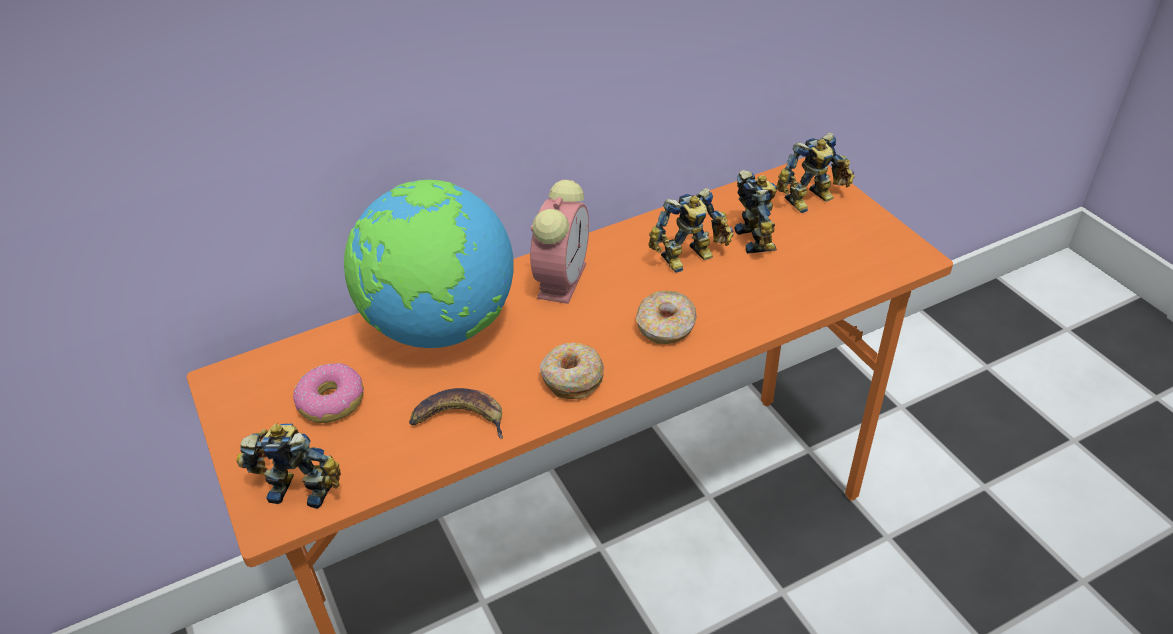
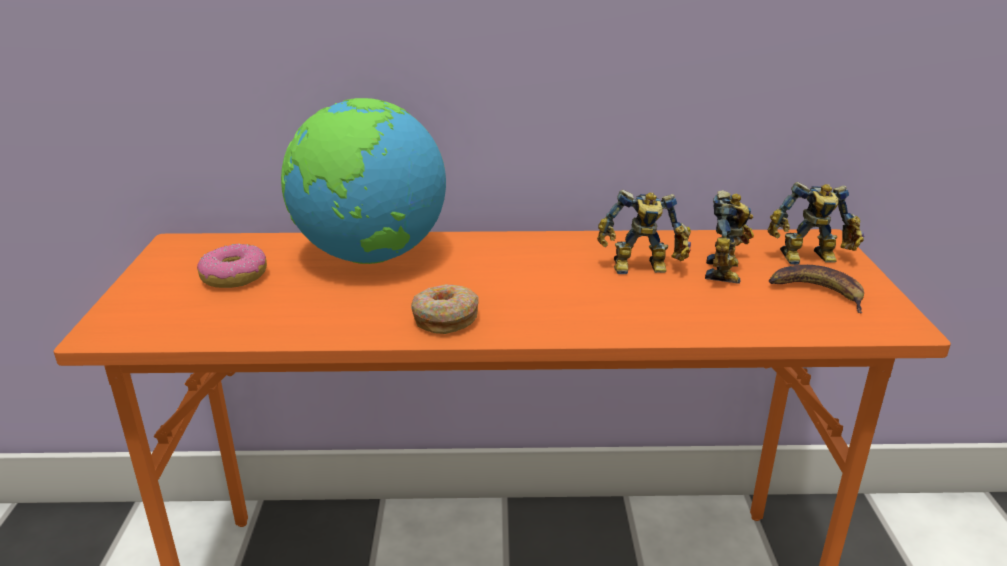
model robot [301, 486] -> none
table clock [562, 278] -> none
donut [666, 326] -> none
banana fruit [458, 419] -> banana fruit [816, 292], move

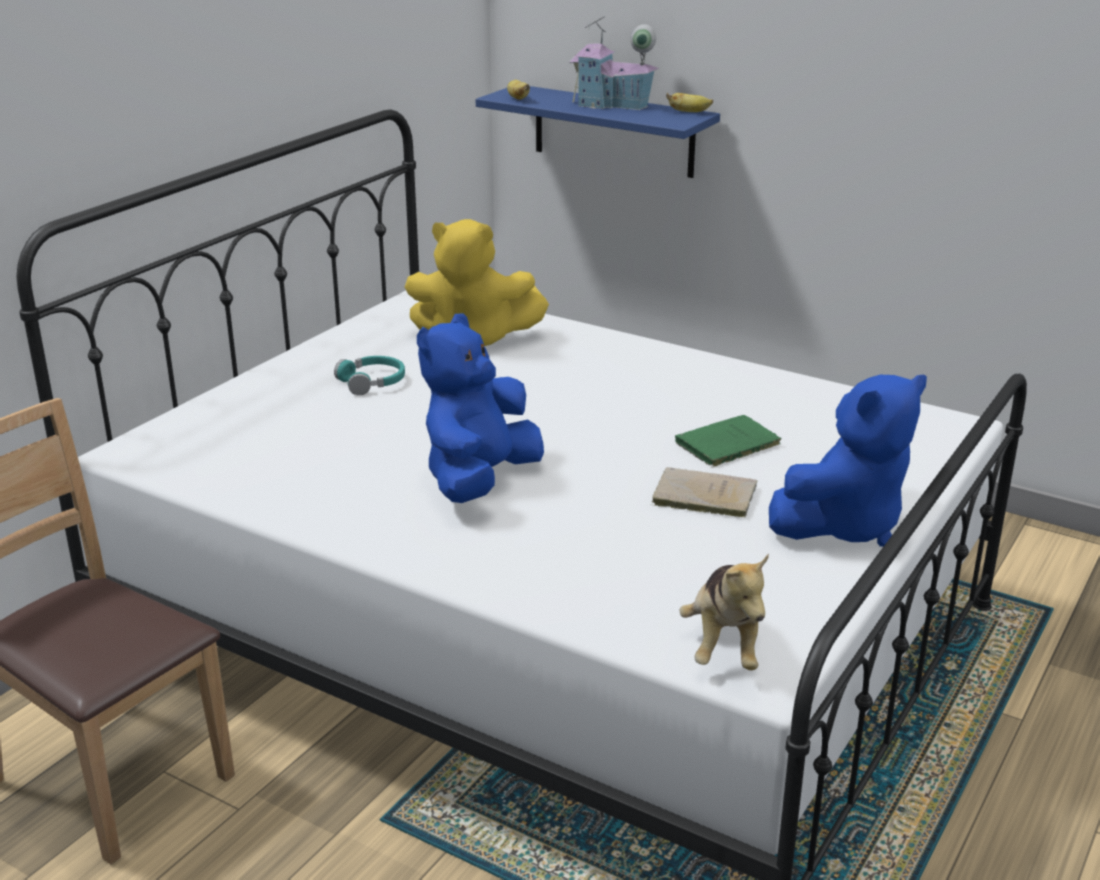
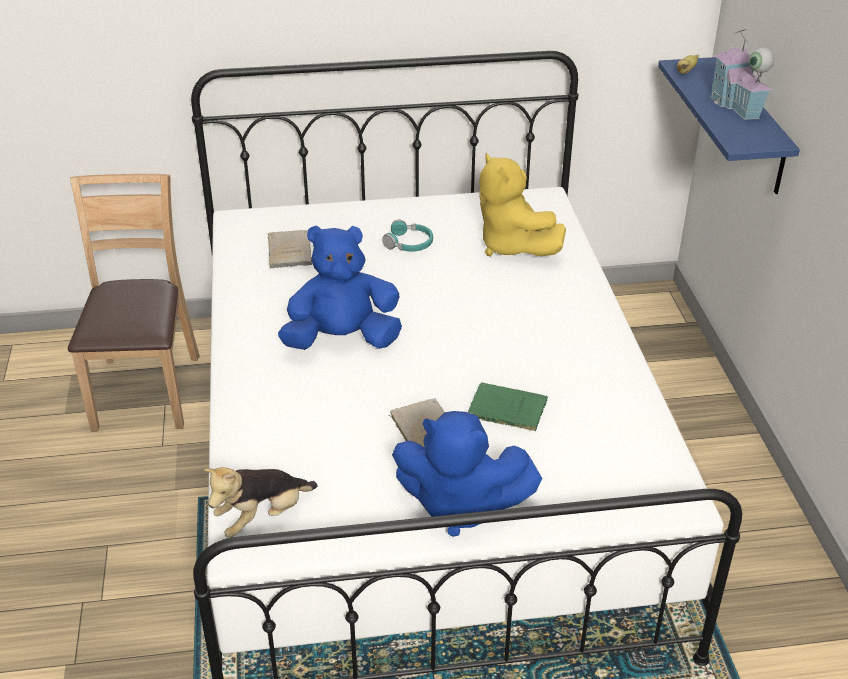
banana fruit [689, 112] -> none
none -> sand-coloured book [289, 250]

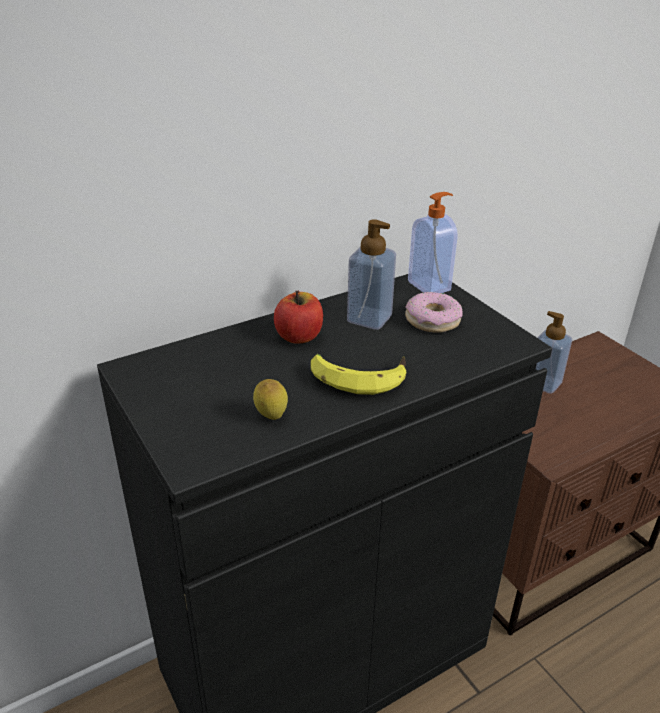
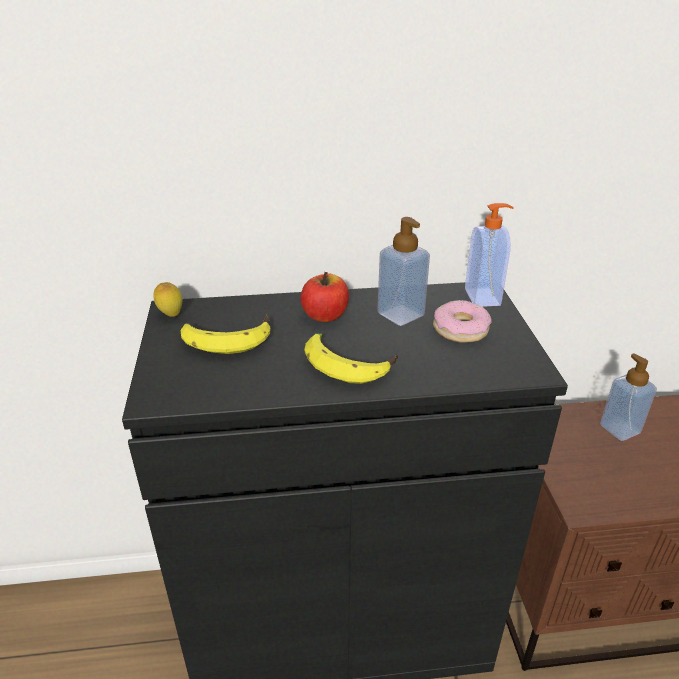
none -> banana fruit [227, 338]
whole lemon [271, 417] -> whole lemon [171, 315], move

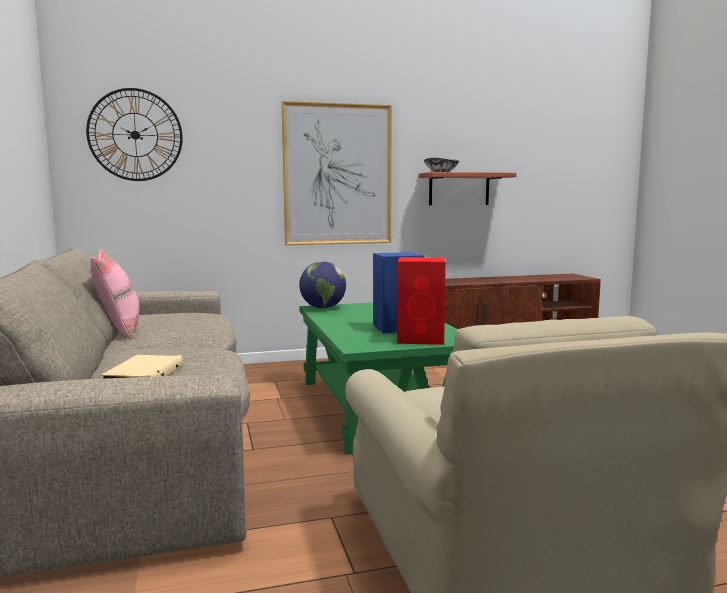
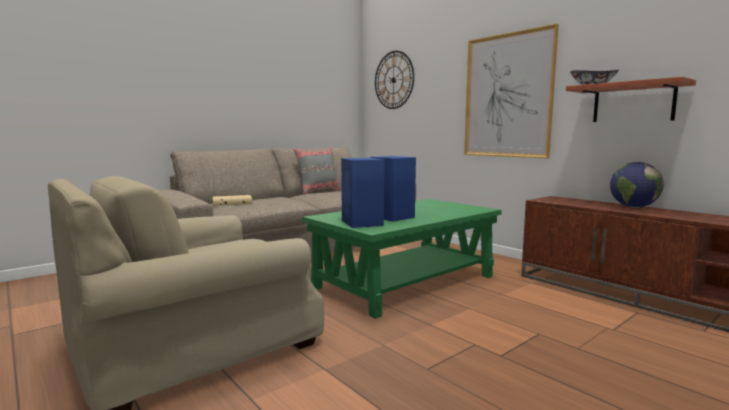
desk globe [323, 308] -> desk globe [633, 207], move
pink cushion [118, 330] -> gray cushion [318, 191]
reddish audio speaker [422, 339] -> blue audio speaker [362, 223]

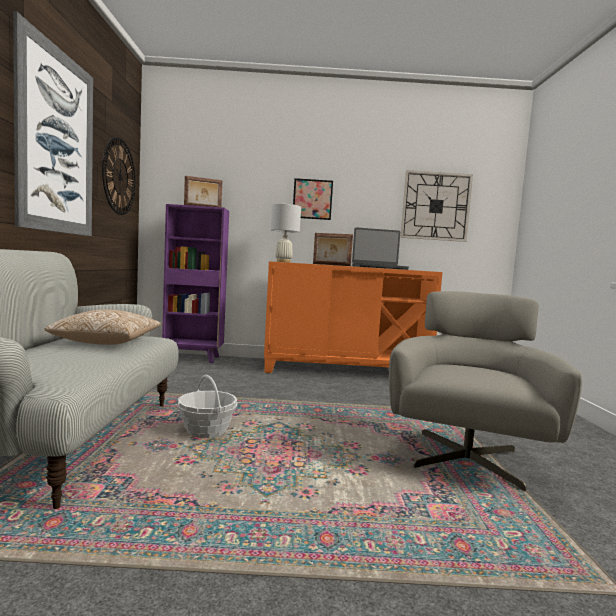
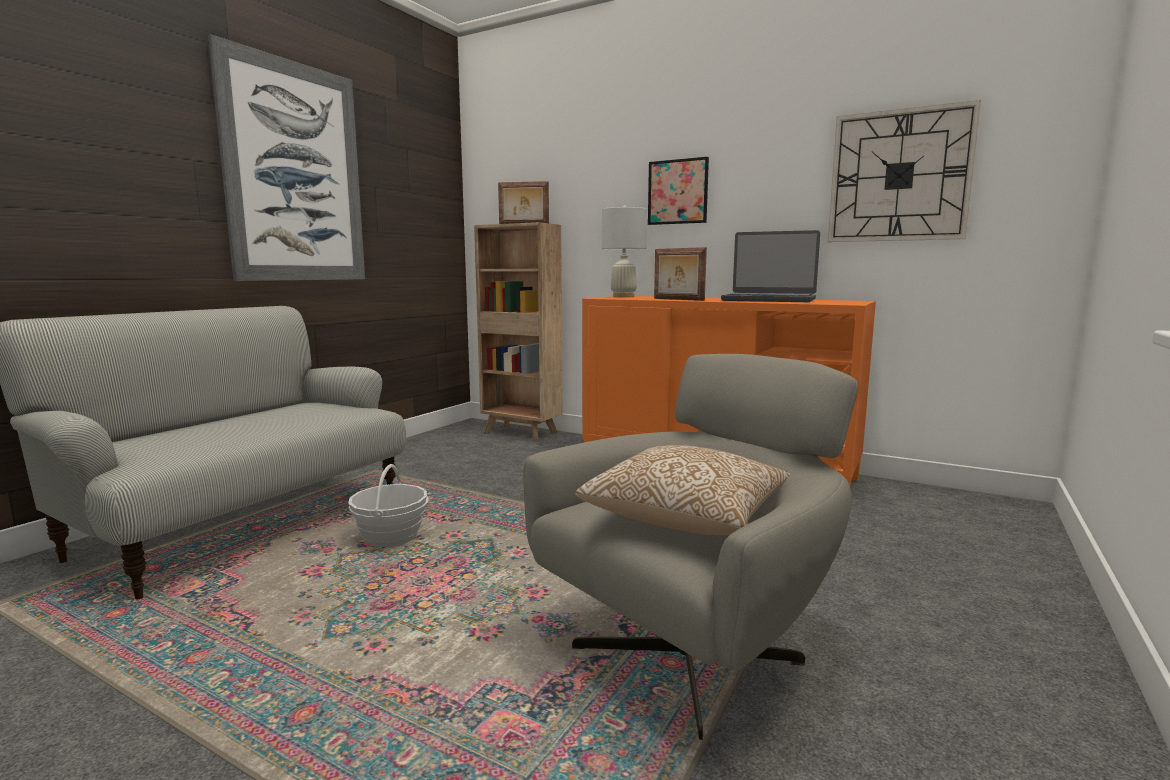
wall clock [119, 177] -> none
cushion [107, 342] -> cushion [687, 516], move
purplish bookshelf [193, 358] -> brown bookshelf [521, 433]

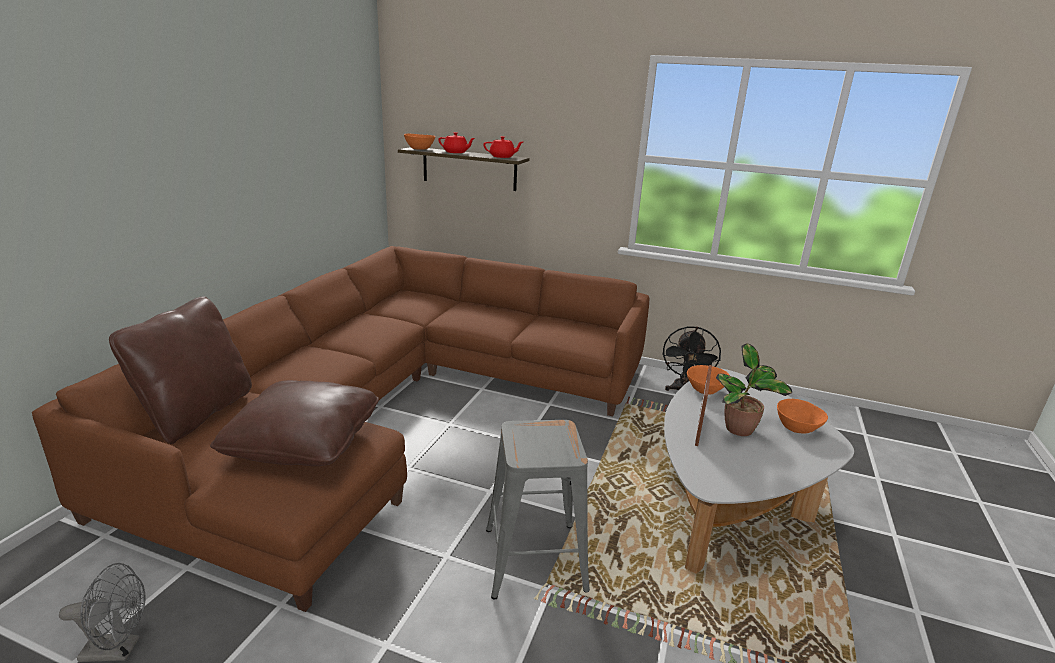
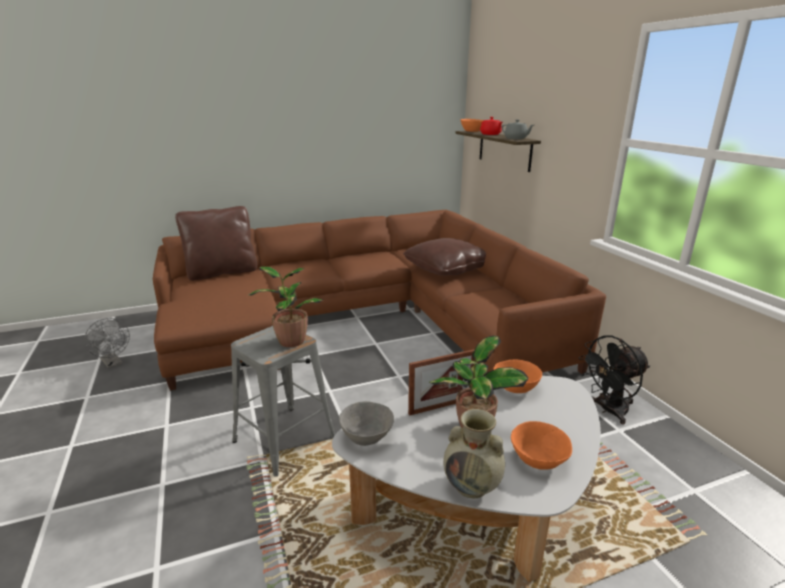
none -> houseplant [290, 341]
none -> gray serving bowl [367, 437]
none -> sand-coloured flower vase [472, 486]
brown cushion [304, 442] -> brown cushion [446, 269], move
reddish pot for tea [502, 157] -> gray pot for tea [516, 138]

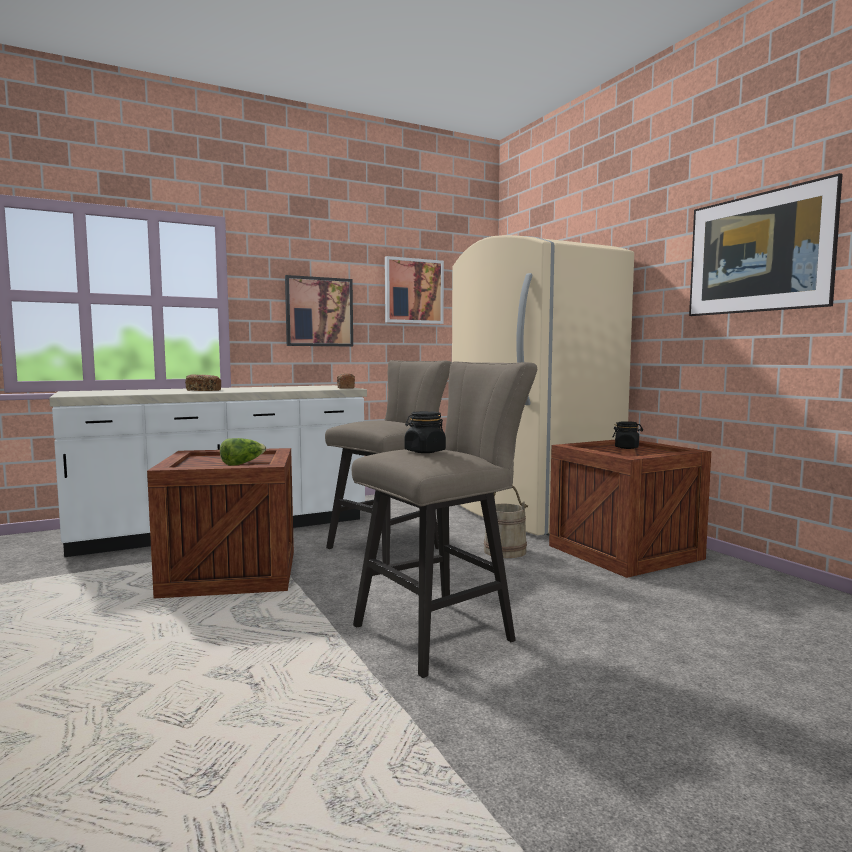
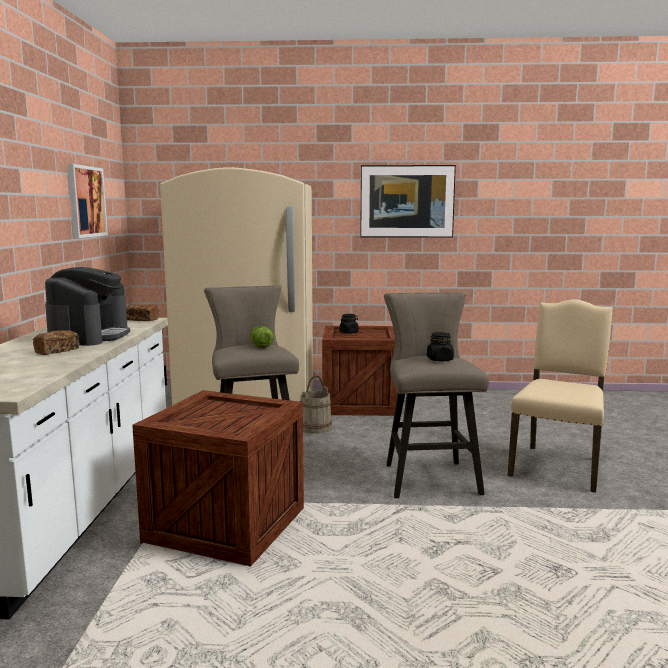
wall picture [319, 312] -> none
none -> coffee maker [90, 336]
none -> sand-coloured upright chair [557, 466]
lettuce head [242, 463] -> lettuce head [260, 345], move

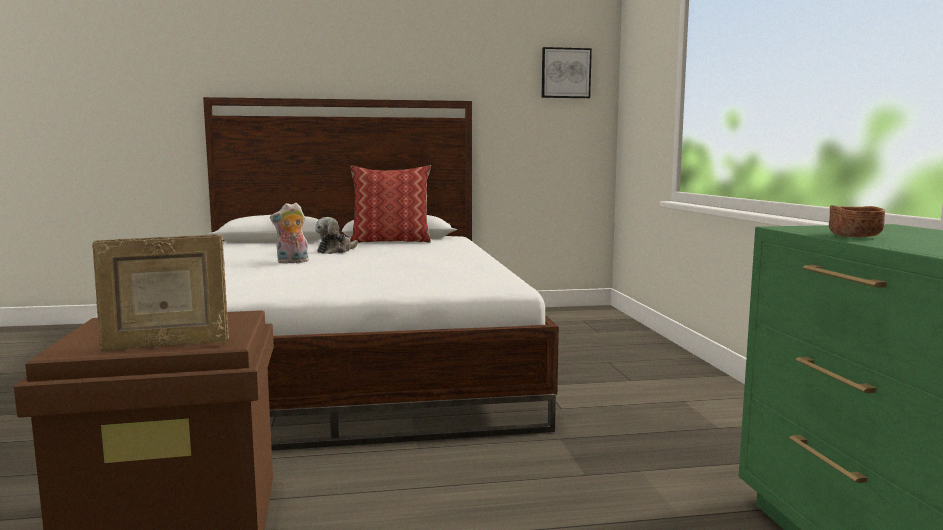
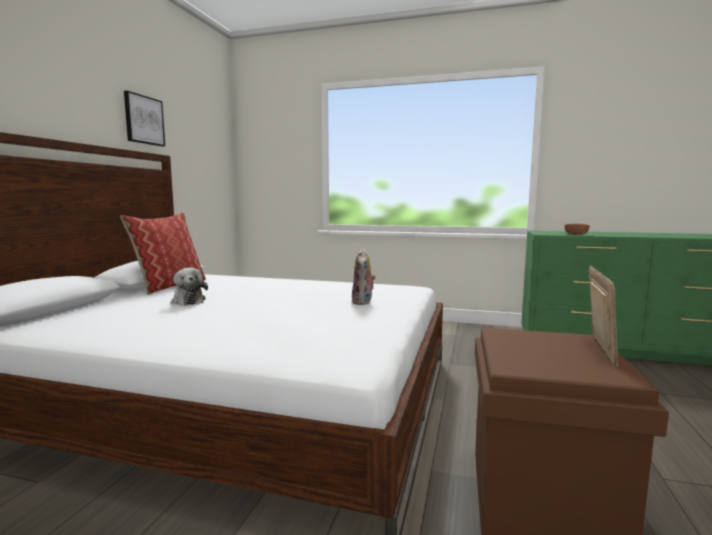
cuddly toy [292, 262] -> cuddly toy [363, 302], move
wall picture [565, 73] -> wall picture [144, 120], move

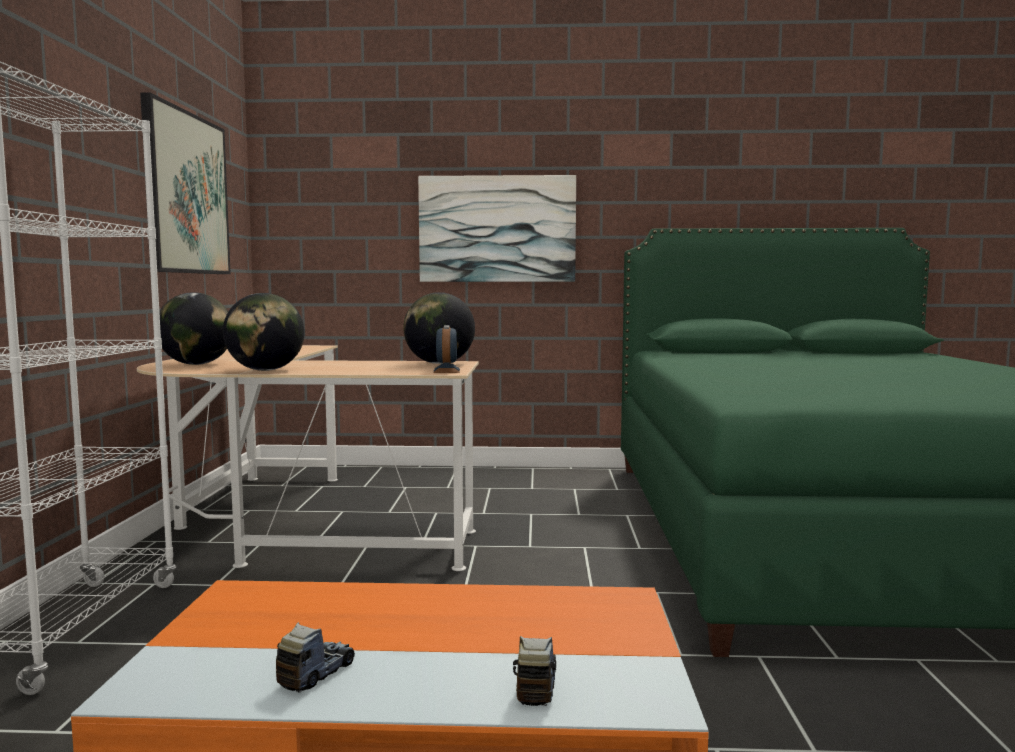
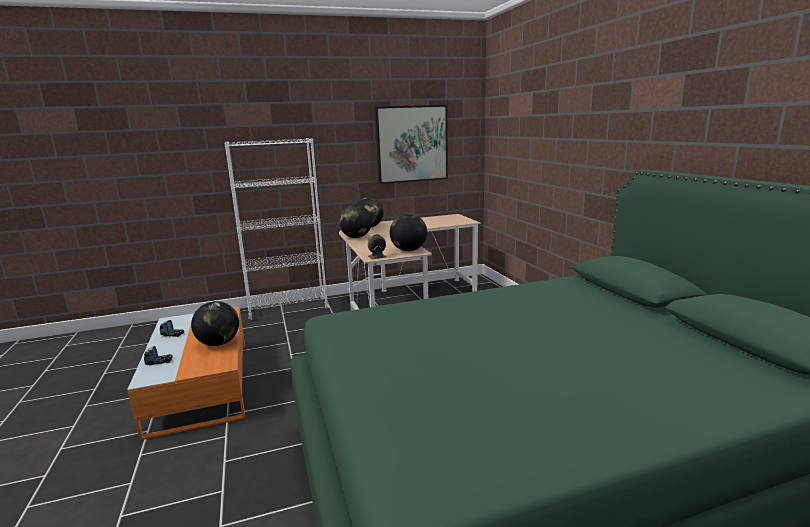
wall picture [497, 229] -> none
none -> desk globe [219, 343]

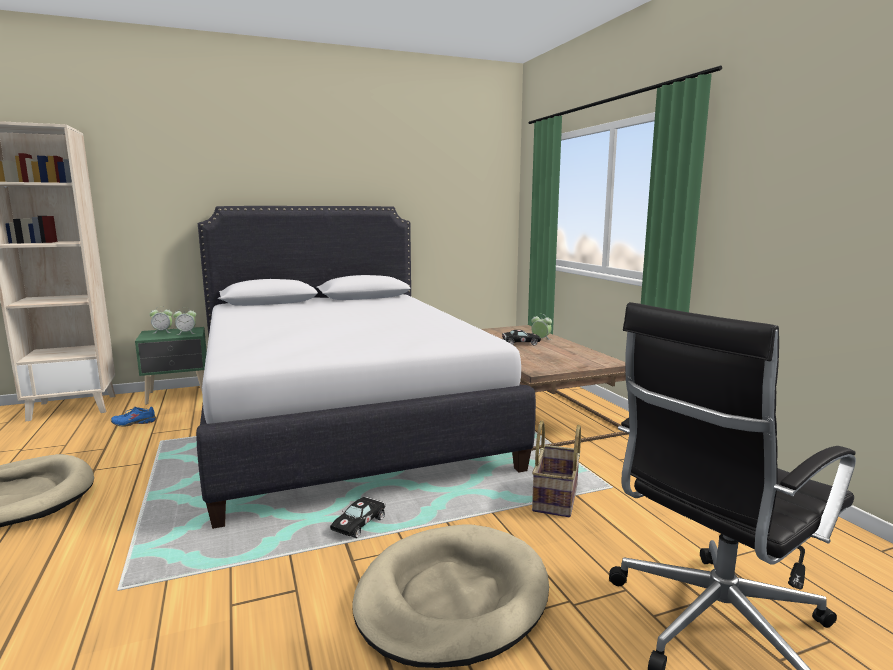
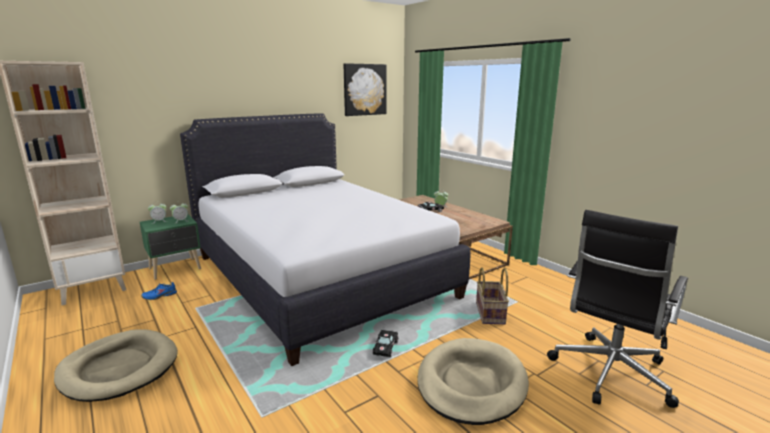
none -> wall picture [364, 89]

